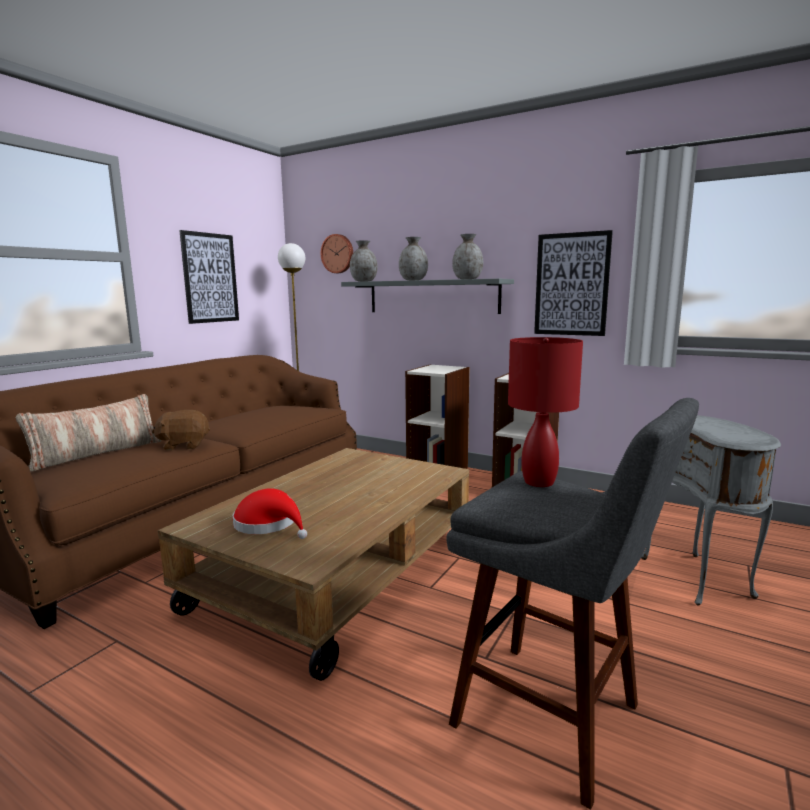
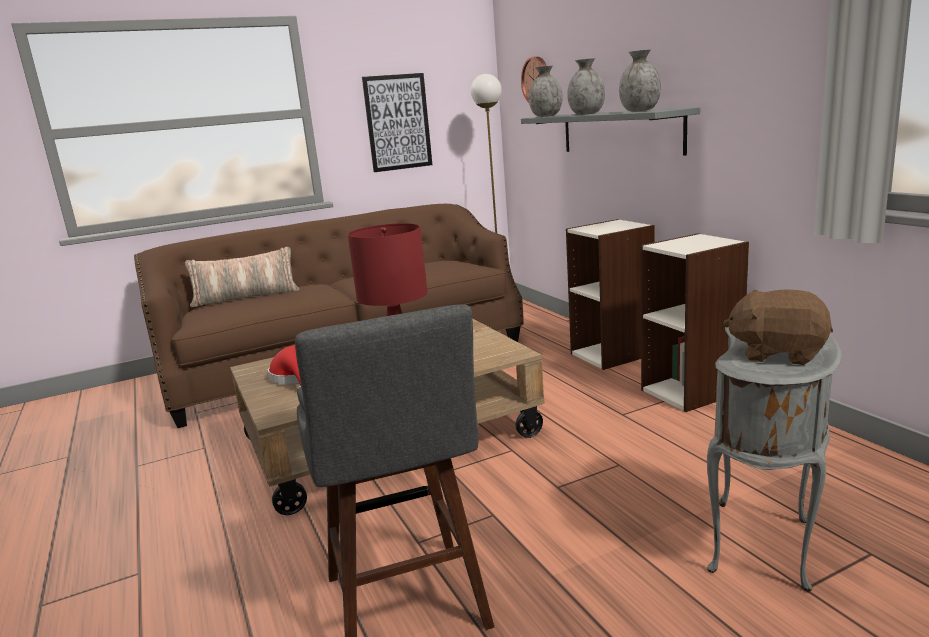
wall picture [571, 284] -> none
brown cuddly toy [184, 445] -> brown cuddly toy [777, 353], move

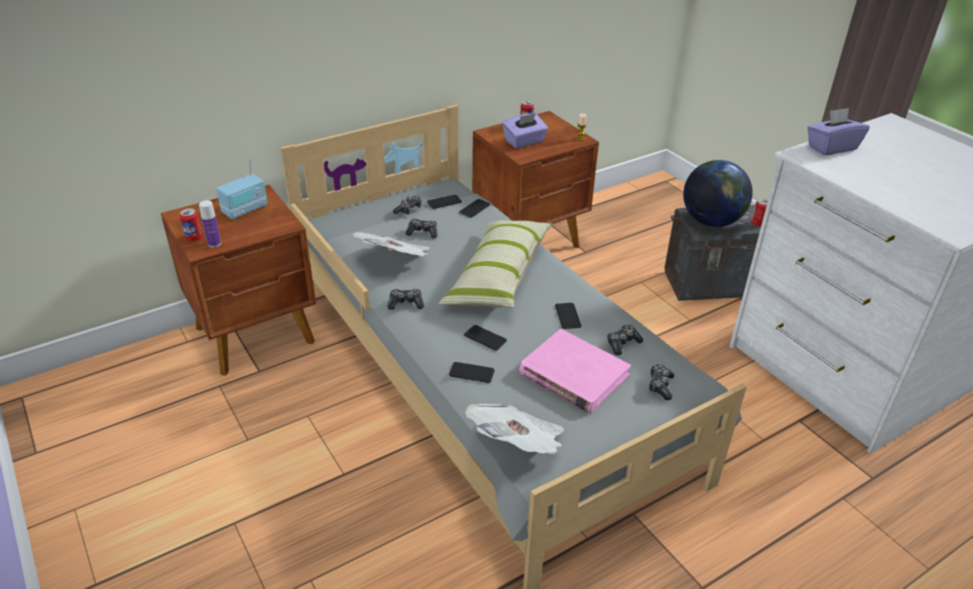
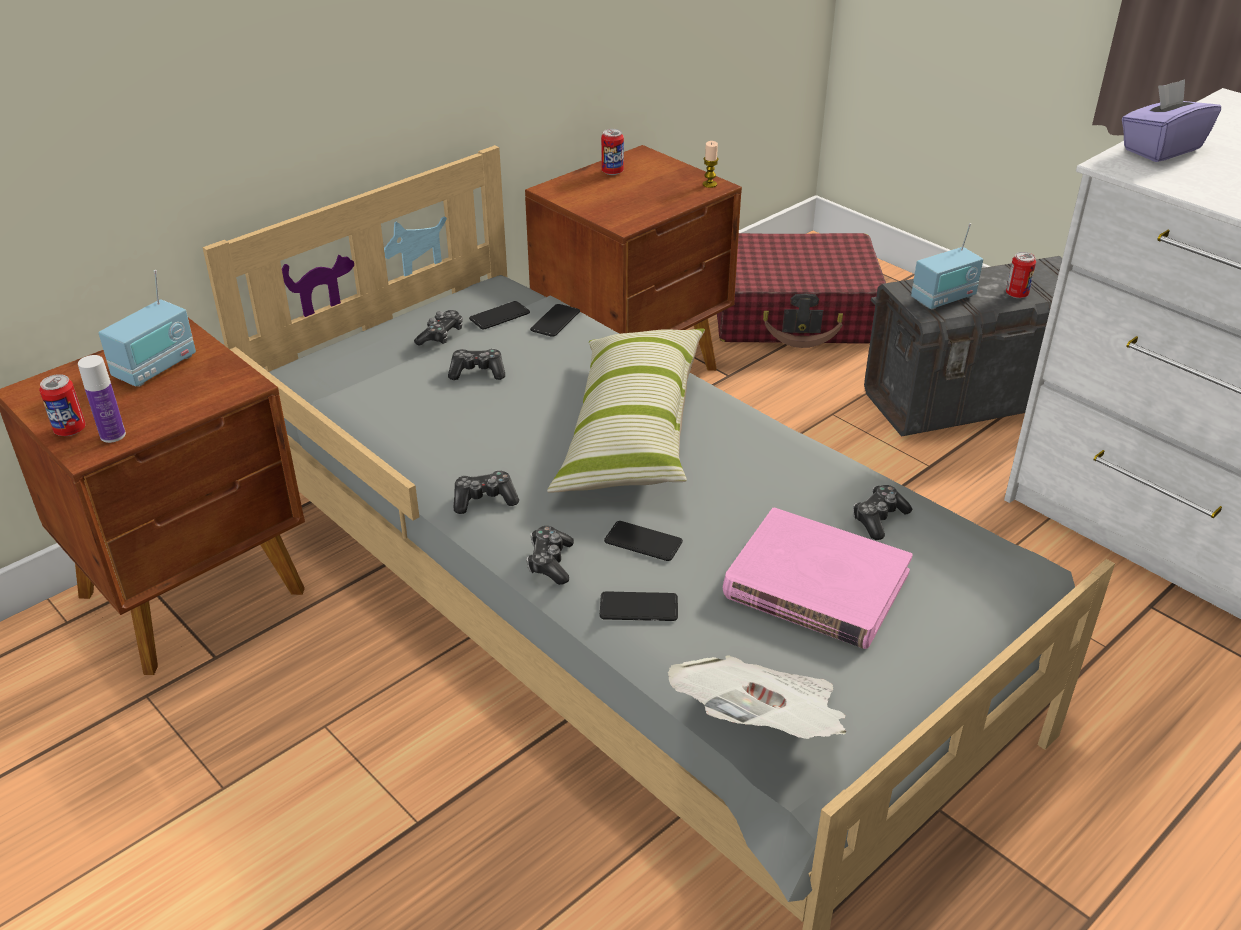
newspaper [396, 261] -> none
purplish box of tissues [524, 142] -> none
handset [568, 316] -> none
none -> reddish suitcase [794, 313]
gamepad [660, 386] -> gamepad [550, 562], move
desk globe [711, 221] -> radio set [943, 298]

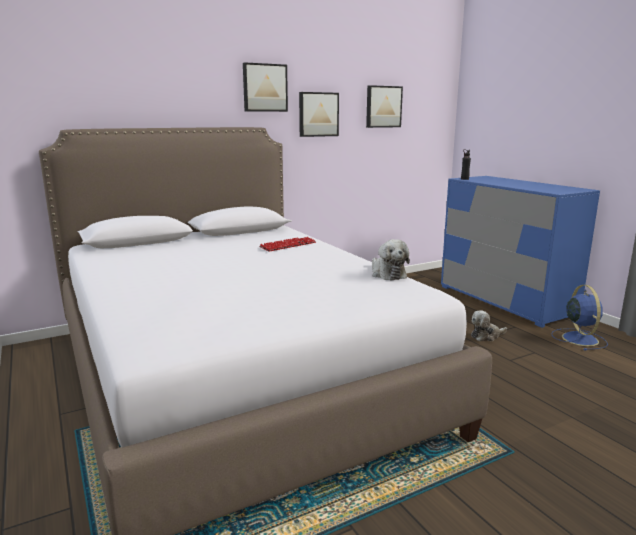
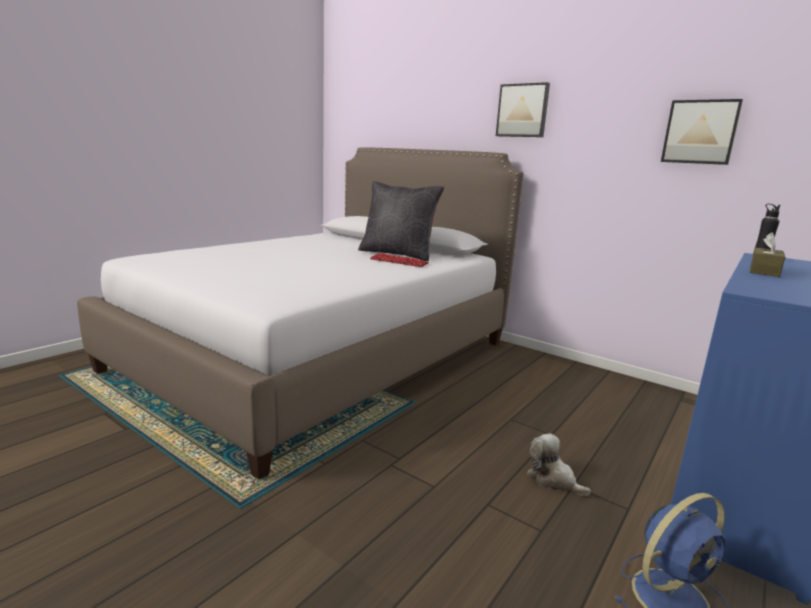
wall picture [318, 114] -> none
cuddly toy [387, 274] -> none
none -> blackish cushion [398, 254]
none -> brown box of tissues [764, 271]

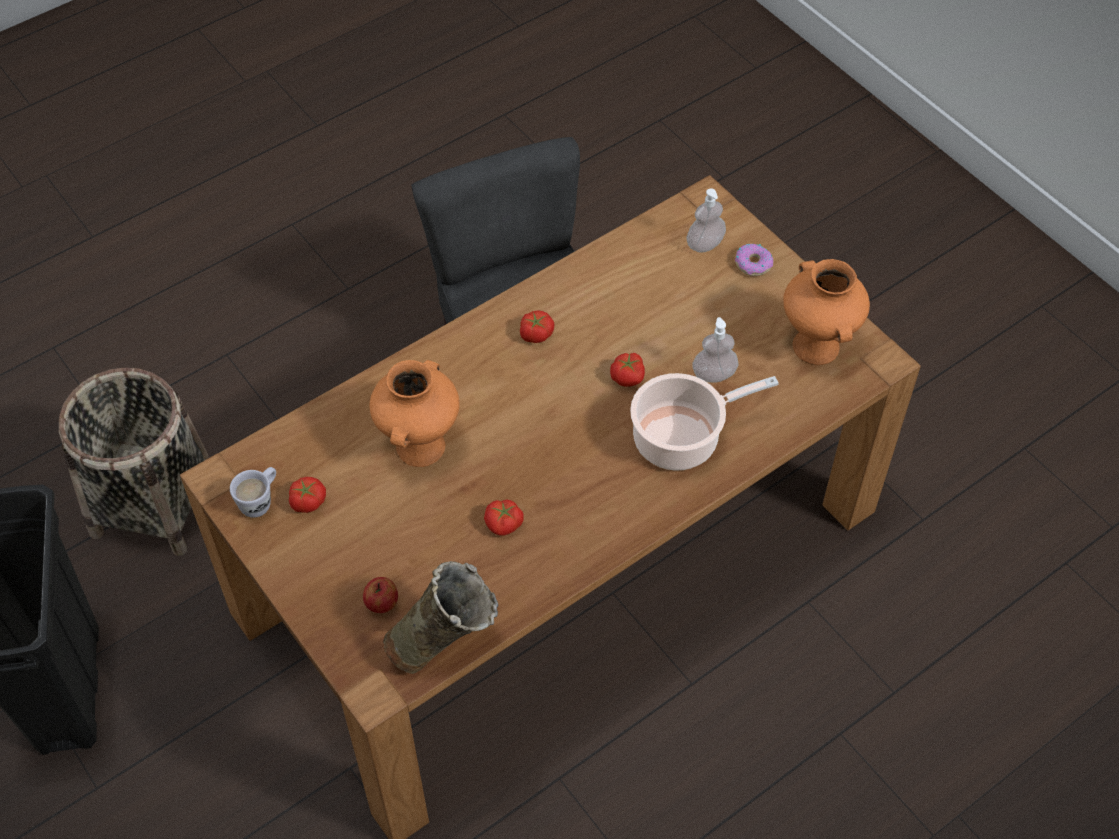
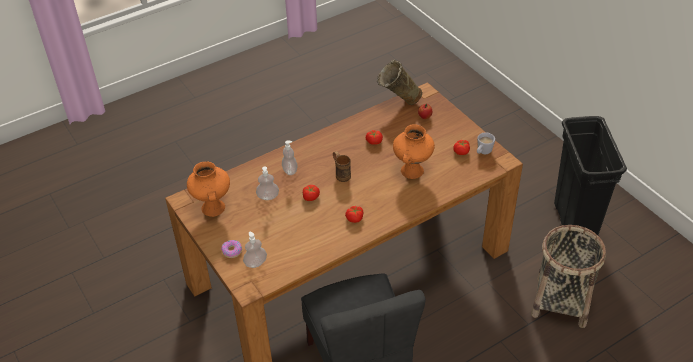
none -> brown mug [341, 174]
saucepot [681, 438] -> liquid soap bottle [290, 170]

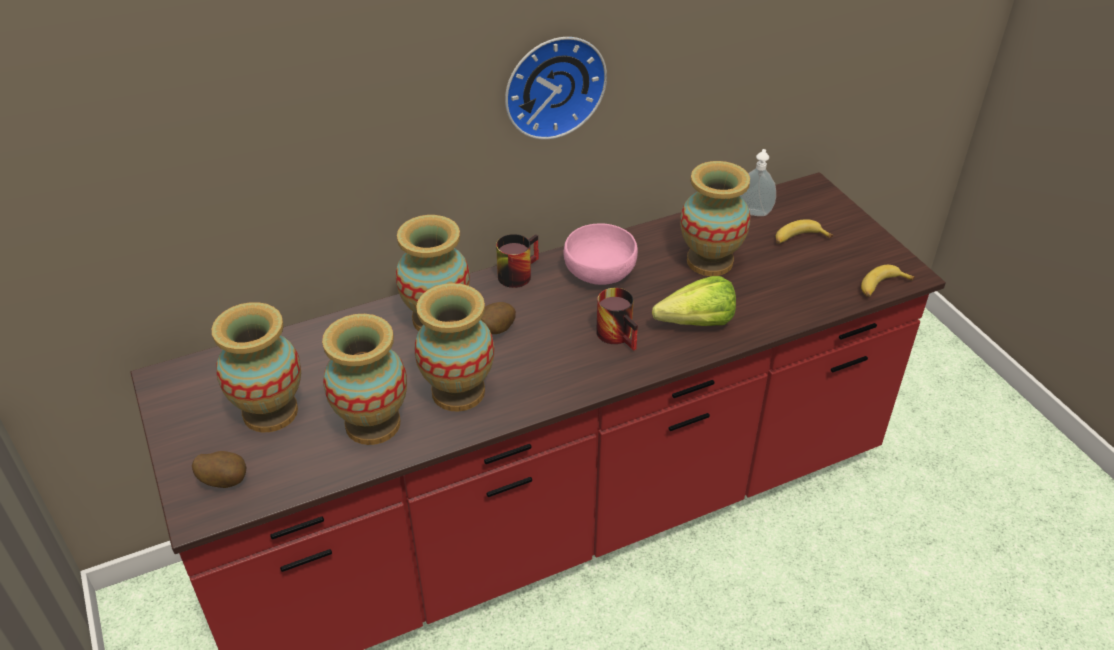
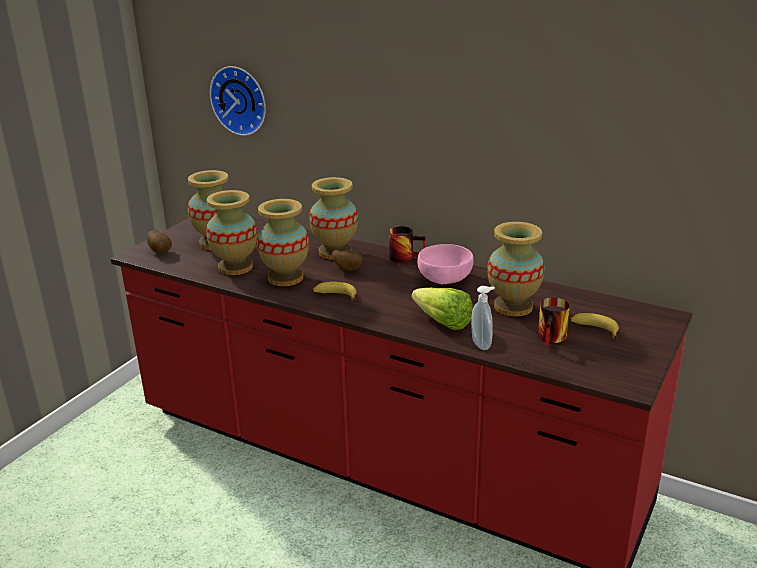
wall clock [552, 85] -> wall clock [241, 100], move
mug [620, 335] -> mug [553, 338], move
liquid soap bottle [754, 211] -> liquid soap bottle [482, 344], move
banana fruit [882, 287] -> banana fruit [335, 295], move

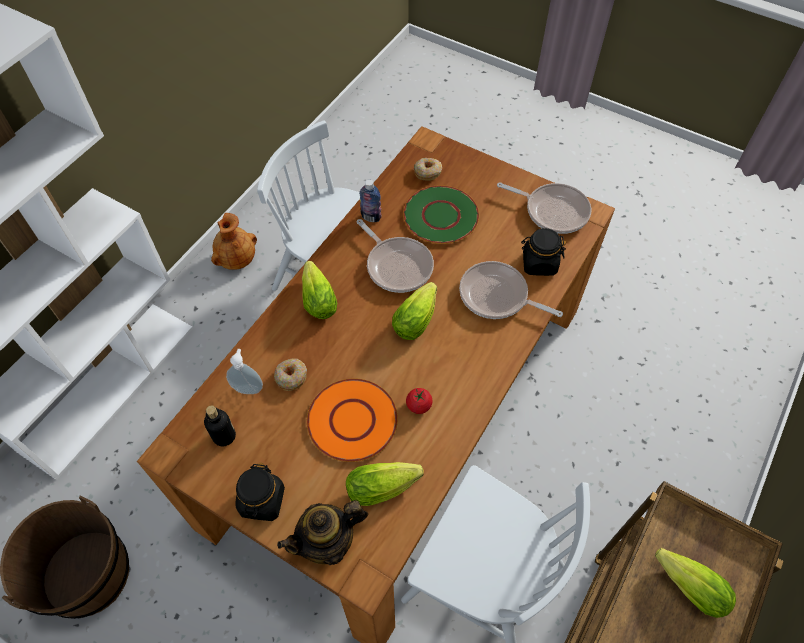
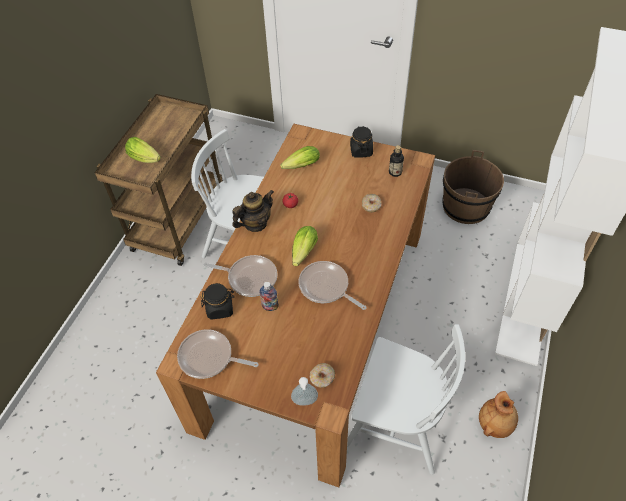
lettuce head [318, 297] -> none
orangey plate [352, 421] -> none
green plate [440, 216] -> none
liquid soap bottle [248, 388] -> liquid soap bottle [305, 403], move
pot for tea [328, 542] -> pot for tea [255, 223], move
bottle [371, 217] -> bottle [270, 307], move

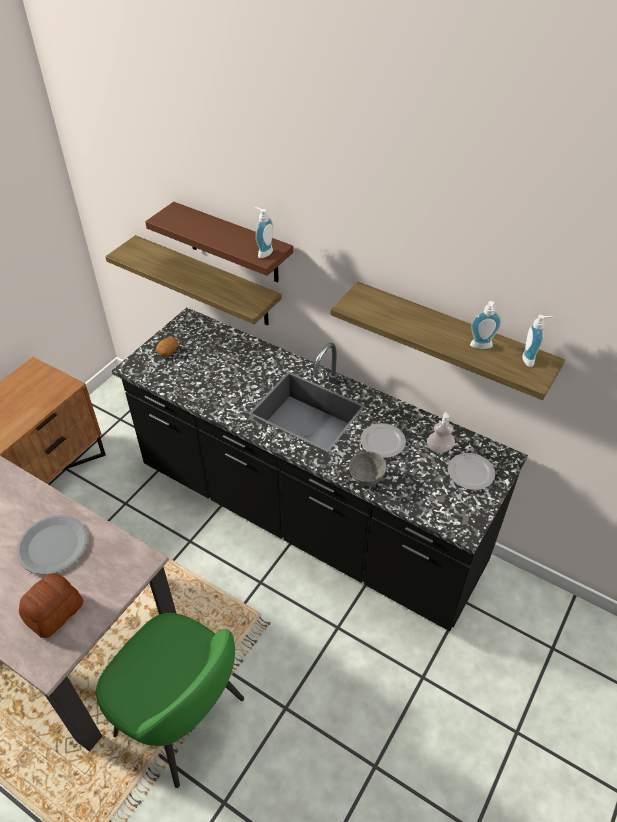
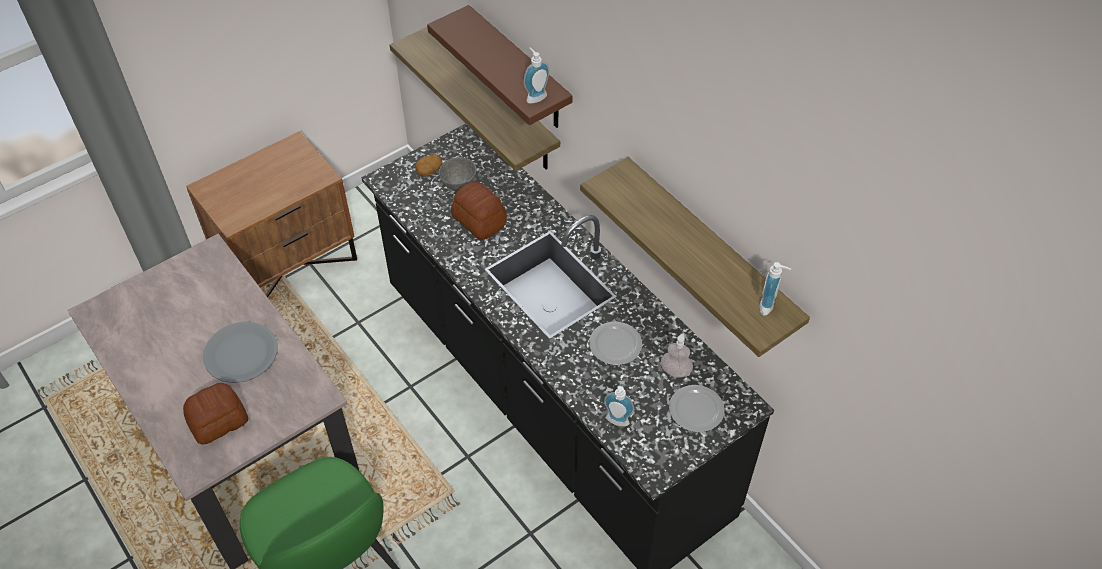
none -> bread [479, 221]
gray serving bowl [367, 479] -> gray serving bowl [459, 186], move
liquid soap bottle [481, 347] -> liquid soap bottle [616, 422], move

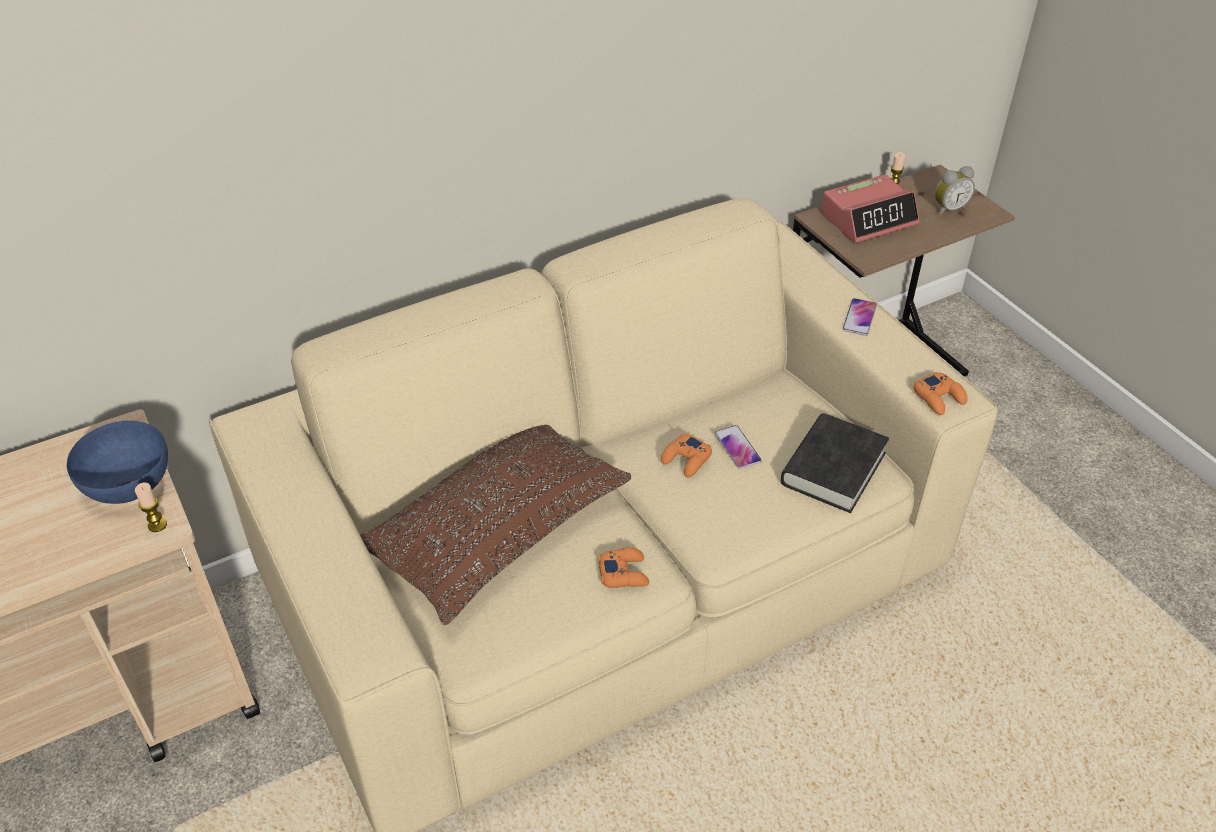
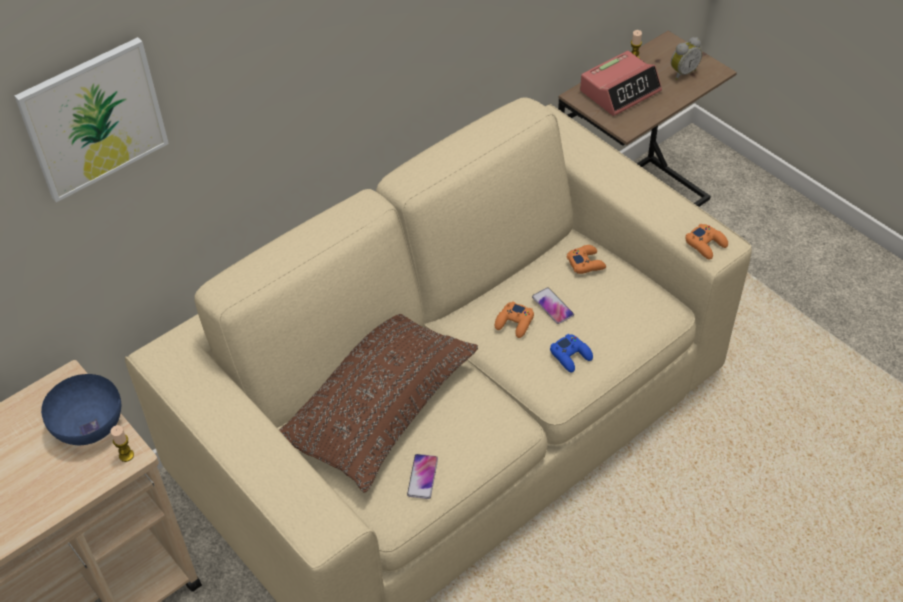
blackish book [833, 468] -> none
none -> wall picture [94, 119]
none -> blue gamepad [571, 356]
orangey gamepad [624, 572] -> orangey gamepad [586, 263], move
handset [859, 318] -> handset [422, 477], move

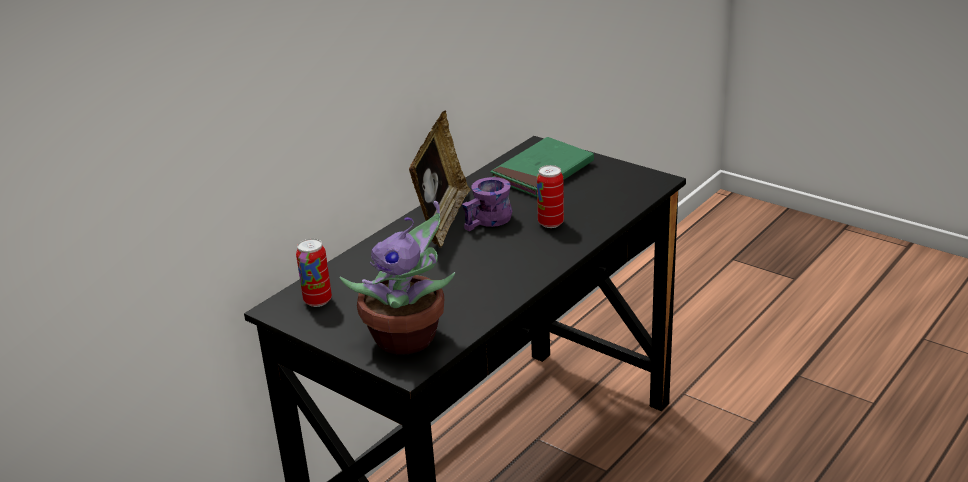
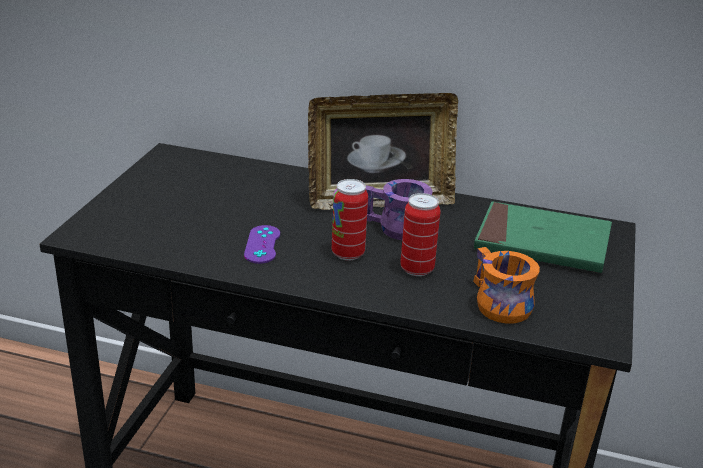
houseplant [409, 339] -> none
none -> purplish gamepad [262, 244]
none -> orangey mug [495, 304]
metal can [318, 301] -> metal can [348, 253], move

